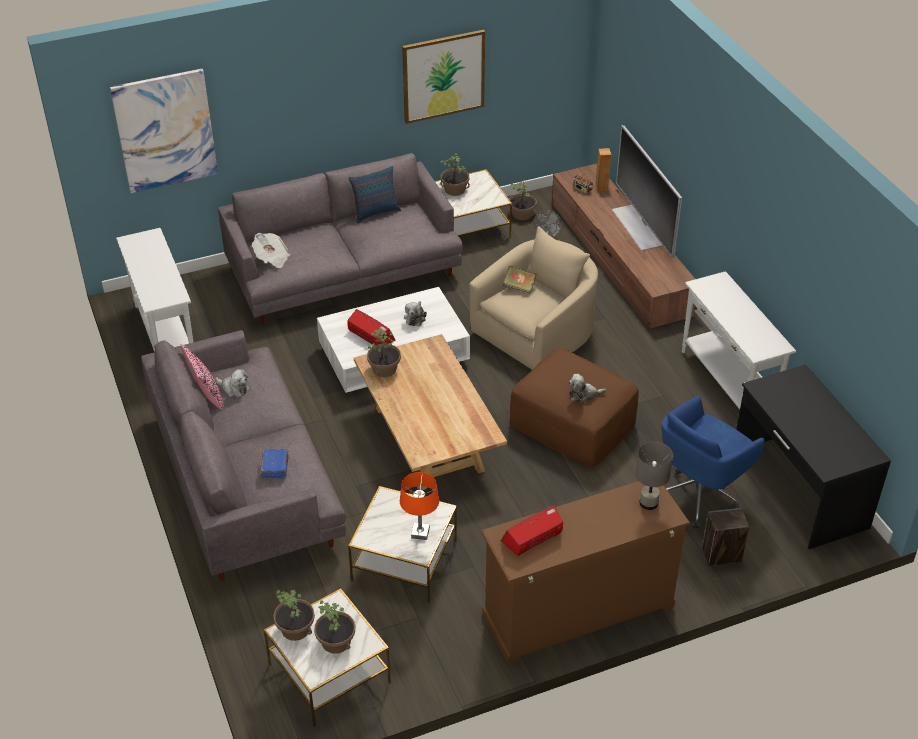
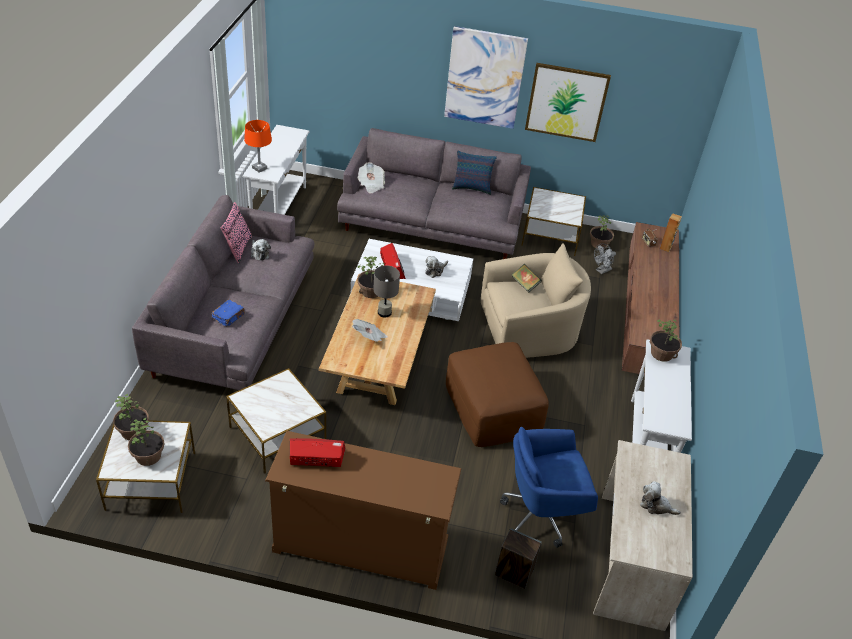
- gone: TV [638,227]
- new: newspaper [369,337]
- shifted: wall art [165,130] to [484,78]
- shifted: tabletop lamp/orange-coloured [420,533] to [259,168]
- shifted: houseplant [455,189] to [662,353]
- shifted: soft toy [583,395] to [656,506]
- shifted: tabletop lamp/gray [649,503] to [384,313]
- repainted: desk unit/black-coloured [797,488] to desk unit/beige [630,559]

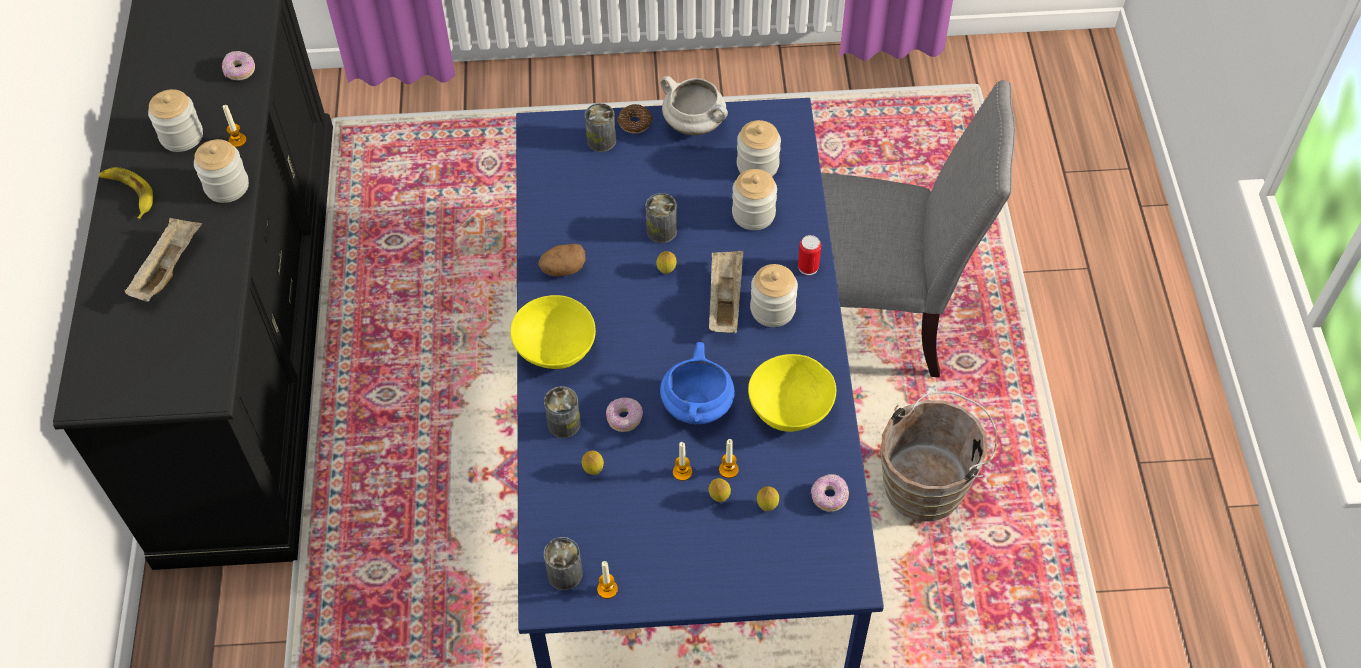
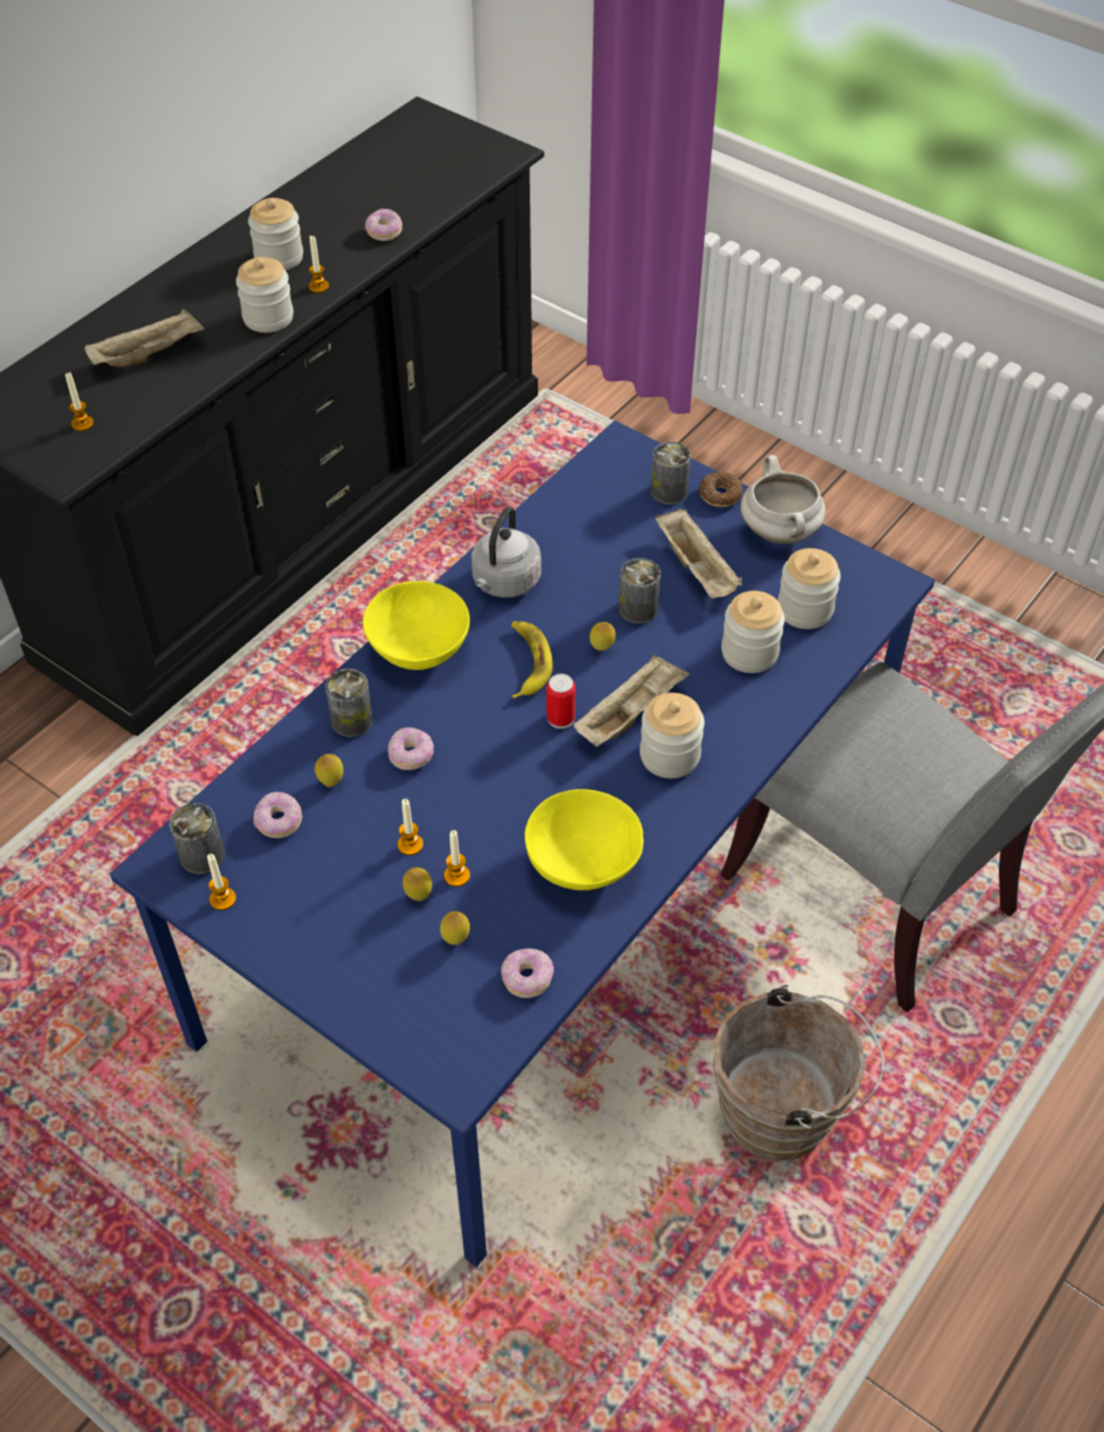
- gone: saucepot/bluish [698,407]
- new: wax light [82,423]
- new: doughnut [278,822]
- new: carrying tray/beige [697,569]
- shifted: banana fruit [129,193] to [527,662]
- shifted: can [808,267] to [560,718]
- swapped: spud [563,269] to kettle/gray [504,583]

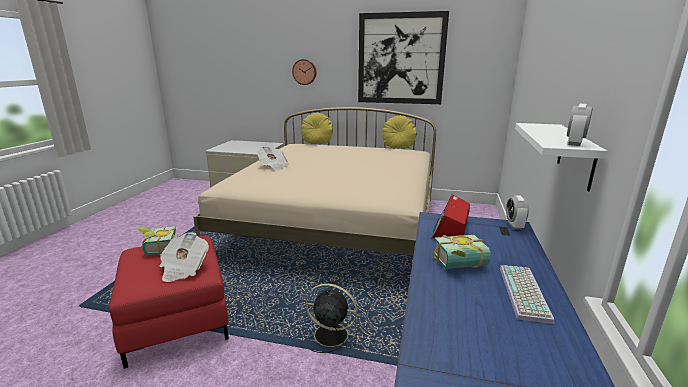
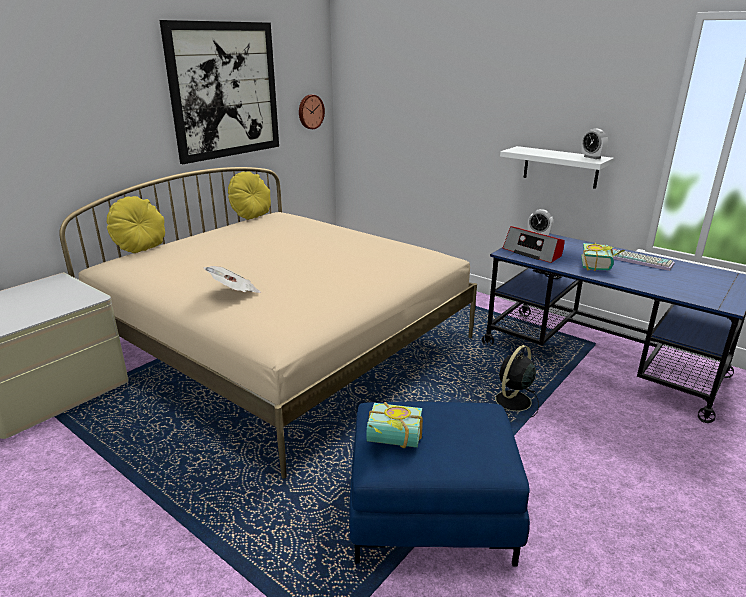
- gone: newspaper [184,268]
- shifted: hanging clock [304,72] to [310,111]
- repainted: ottoman/red-coloured [177,319] to ottoman/bluish [430,512]

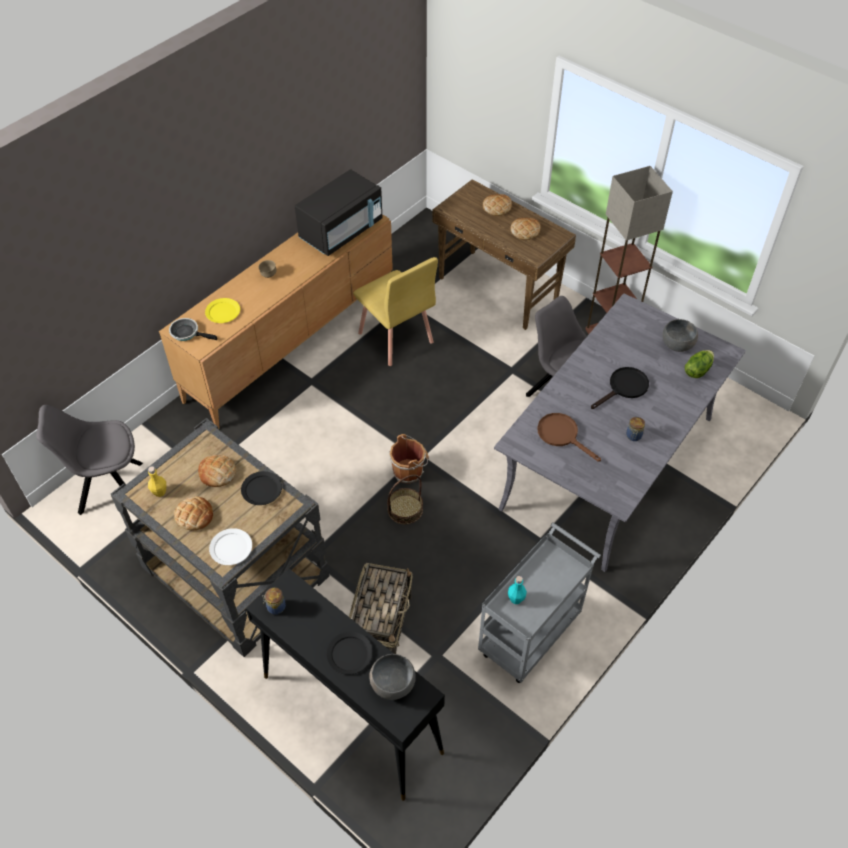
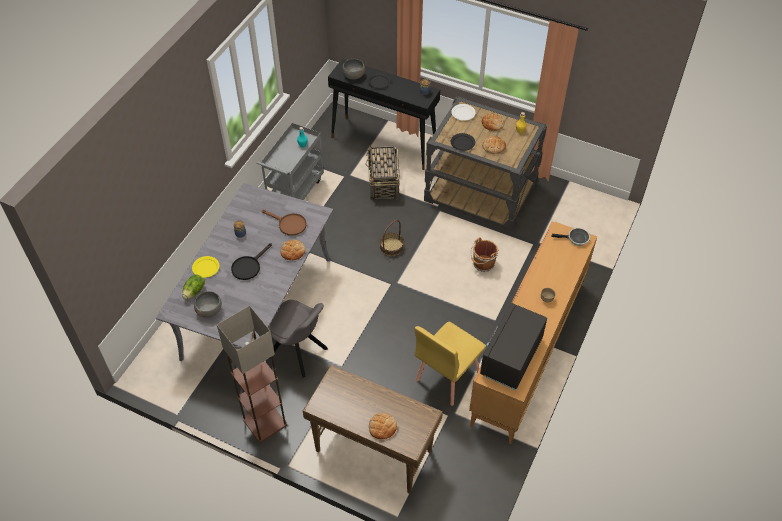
- gone: upright chair/gray [110,488]
- shifted: plate/yellow [223,312] to [205,267]
- shifted: water bucket/brown-coloured [409,471] to [483,264]
- shifted: baked bread [525,231] to [293,251]
- rotated: upright chair/yellow [395,338] = [447,377] 90 degrees counterclockwise

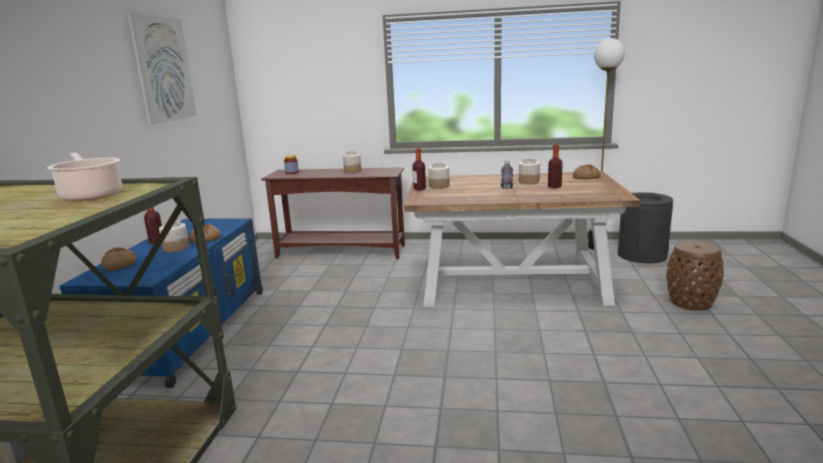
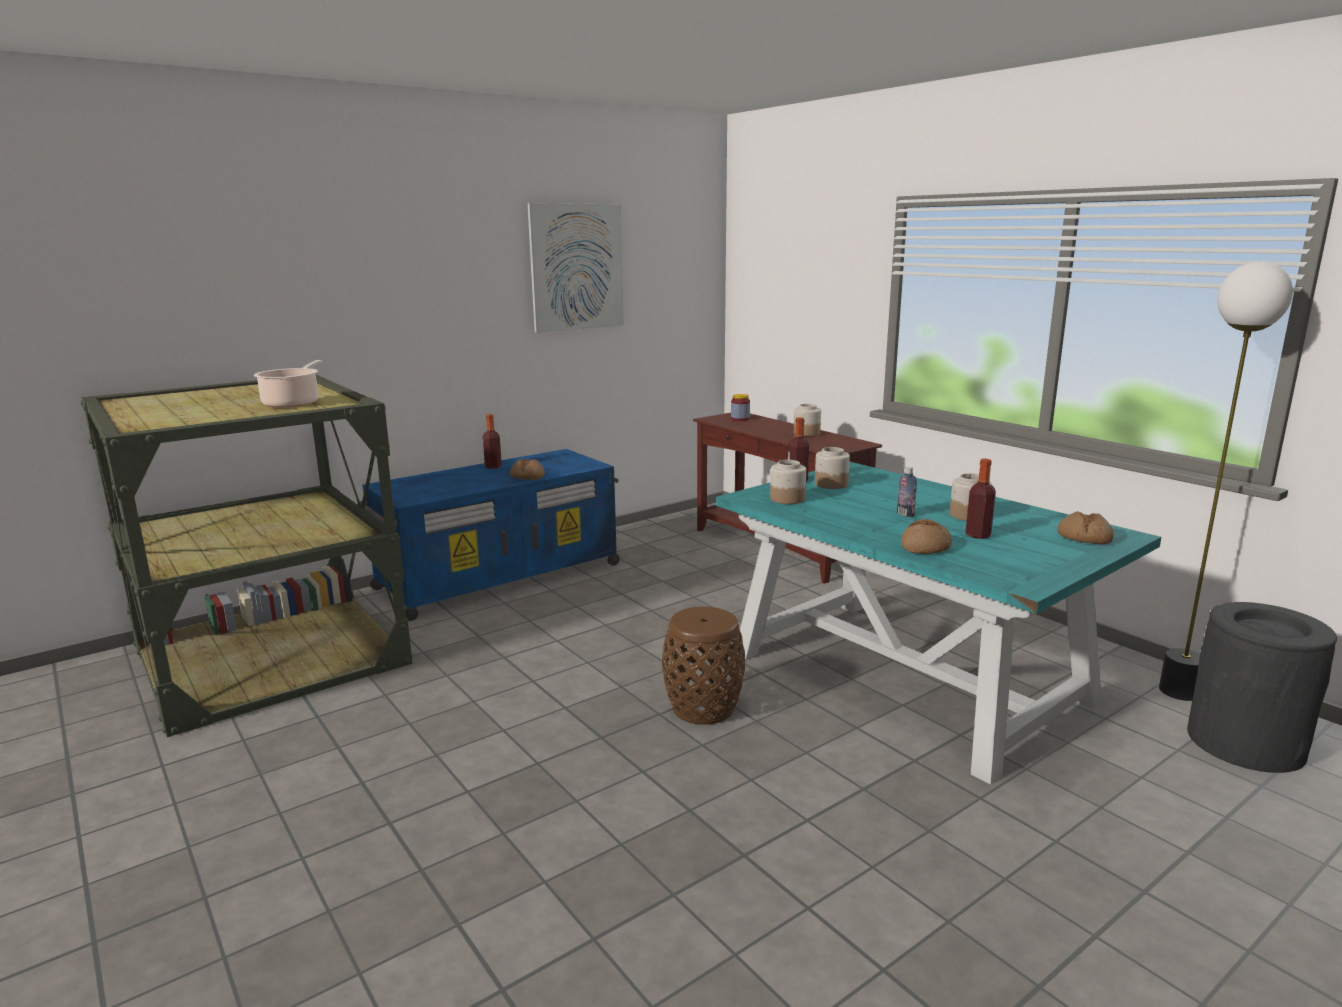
- shifted: baked bread [120,265] to [925,547]
- shifted: jar [175,248] to [787,499]
- shifted: sitting stool/brown-coloured [690,302] to [703,708]
- repainted: dinner table/brown-coloured [510,282] to dinner table/turquoise [905,676]

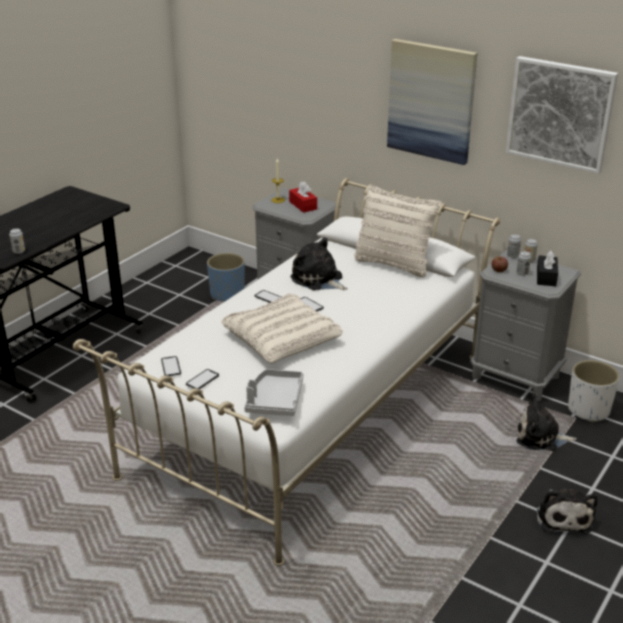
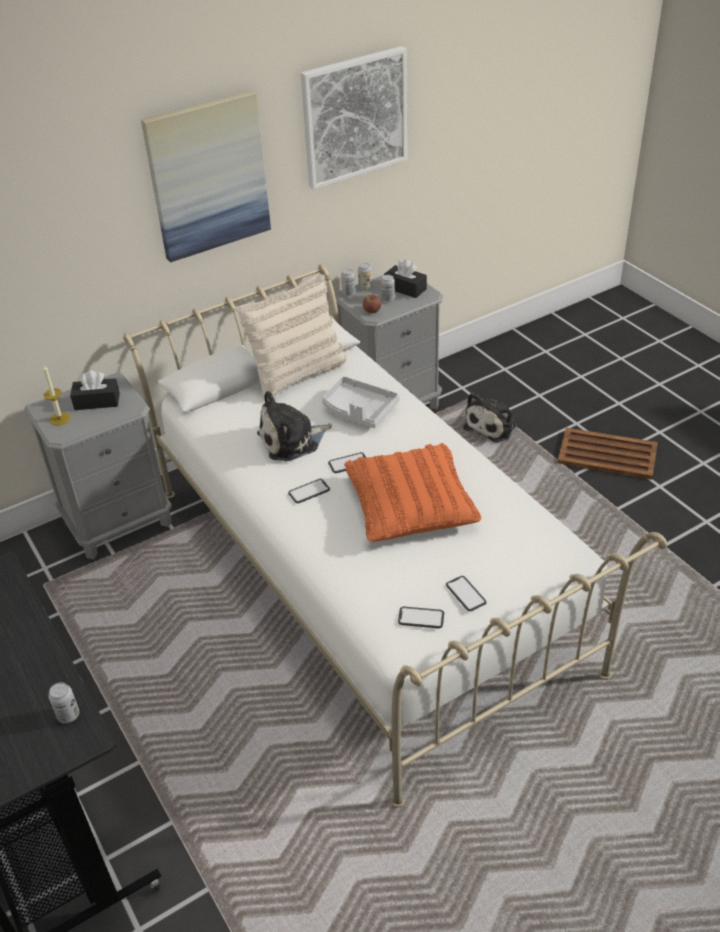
- gone: flower pot/bluish [227,294]
- gone: flower pot/white-coloured [589,410]
- shifted: carrying tray/gray [274,400] to [359,410]
- swapped: soft toy [563,516] to carrying tray/brown-coloured [606,454]
- repainted: pillow/beige [282,338] to pillow/orange-coloured [410,503]
- repainted: tissue box/red-coloured [303,205] to tissue box/black-coloured [97,401]

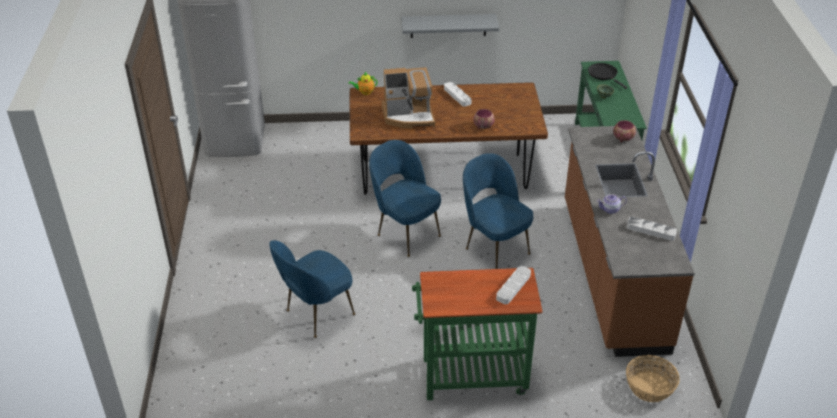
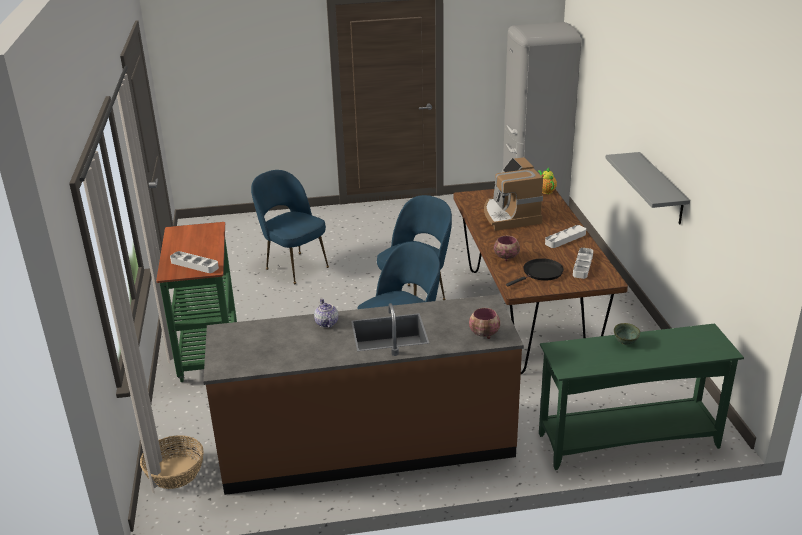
- shifted: frying pan/black-coloured [604,74] to [540,273]
- shifted: carrying tray/gray [651,230] to [582,265]

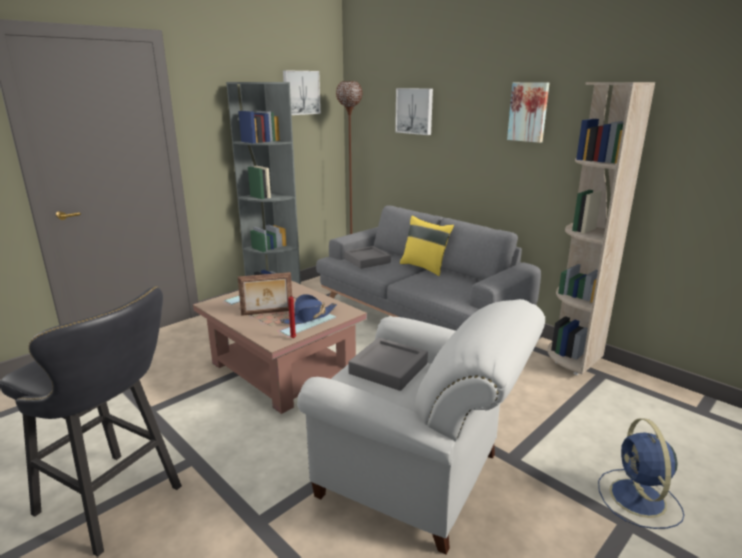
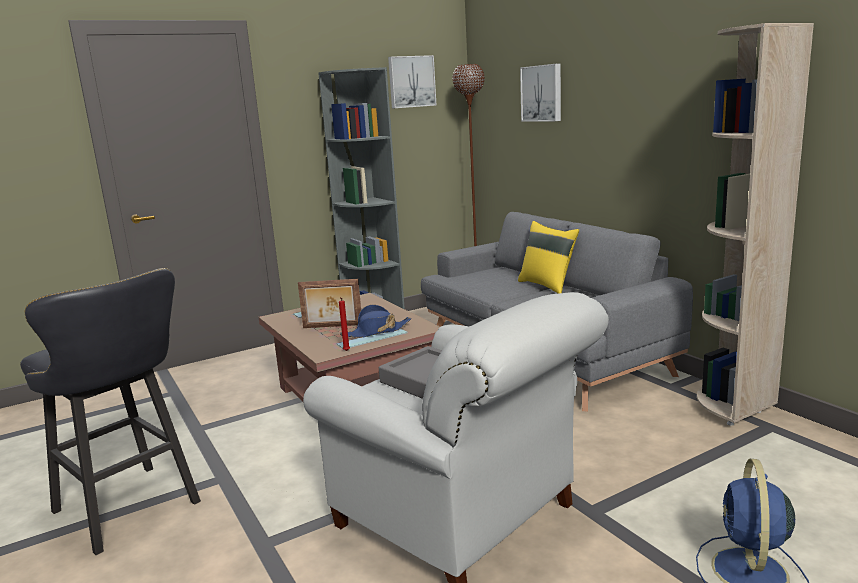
- gone: carrying tray/gray [367,261]
- gone: wall art [528,112]

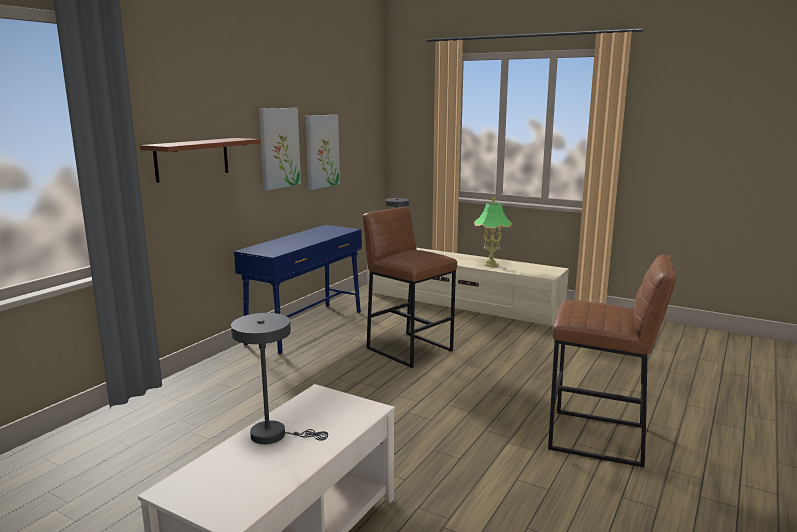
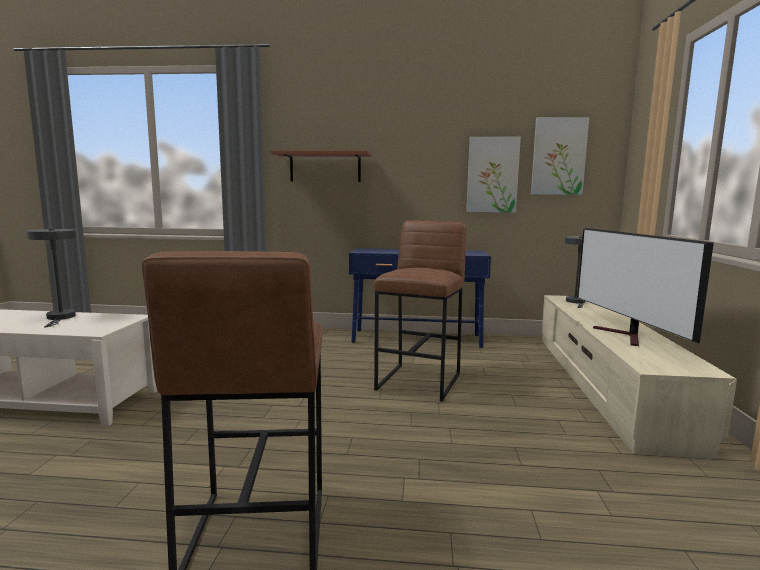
- shifted: wall art [279,148] to [558,156]
- swapped: tabletop lamp [491,264] to TV [626,336]

